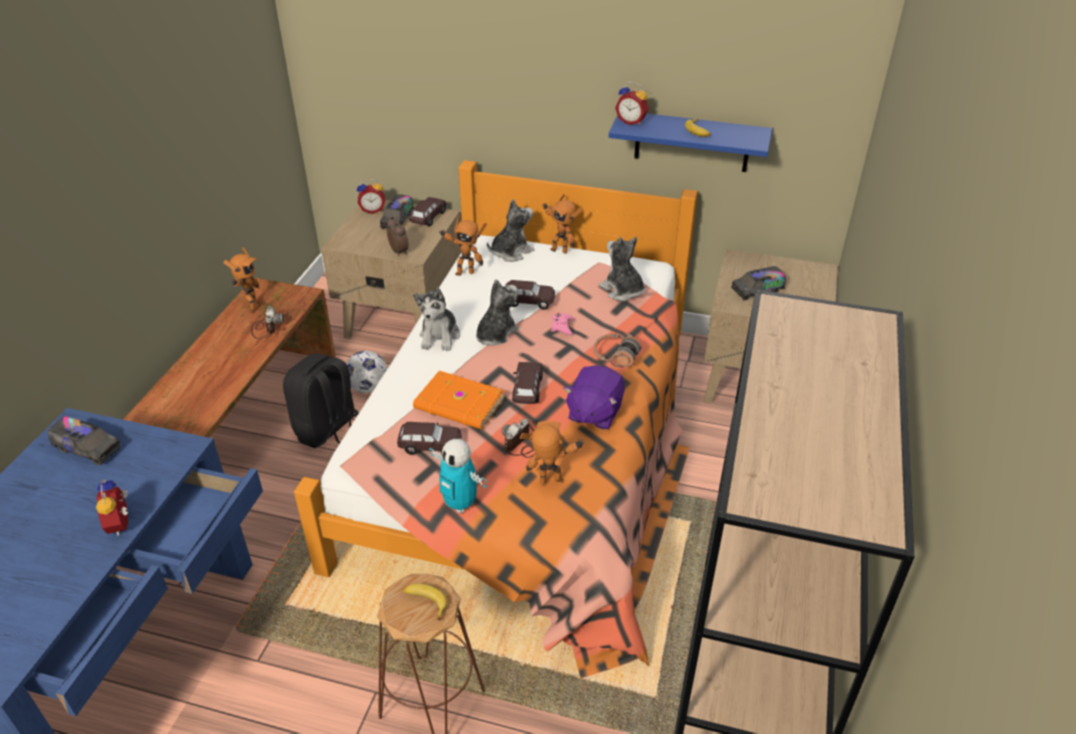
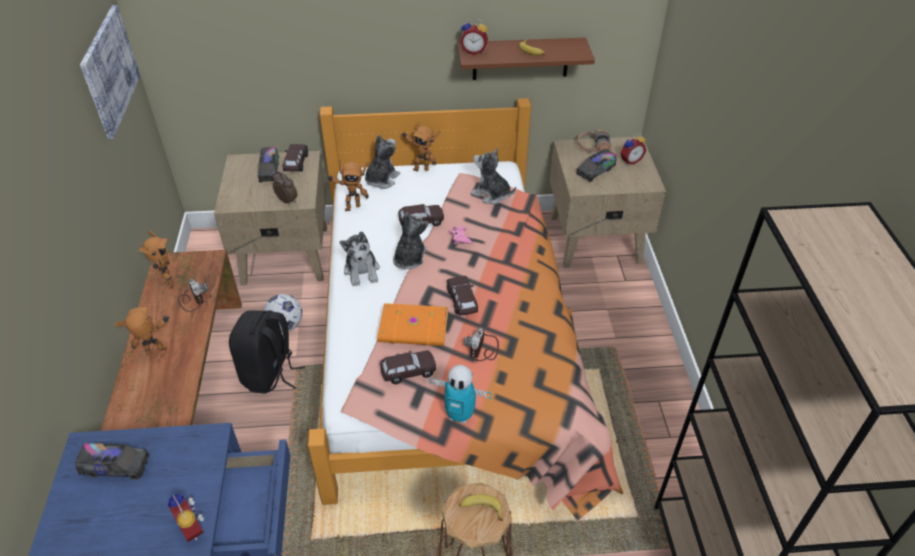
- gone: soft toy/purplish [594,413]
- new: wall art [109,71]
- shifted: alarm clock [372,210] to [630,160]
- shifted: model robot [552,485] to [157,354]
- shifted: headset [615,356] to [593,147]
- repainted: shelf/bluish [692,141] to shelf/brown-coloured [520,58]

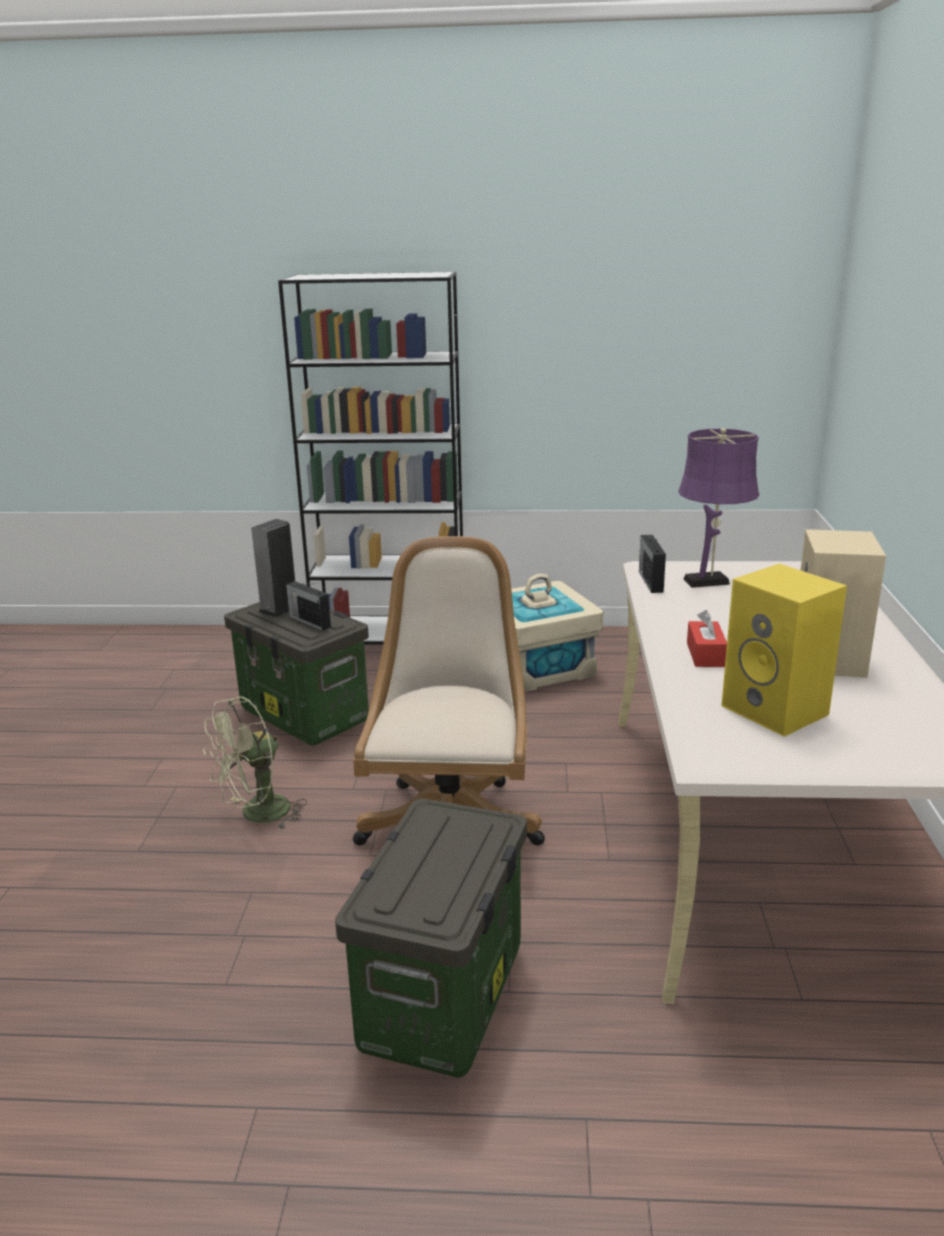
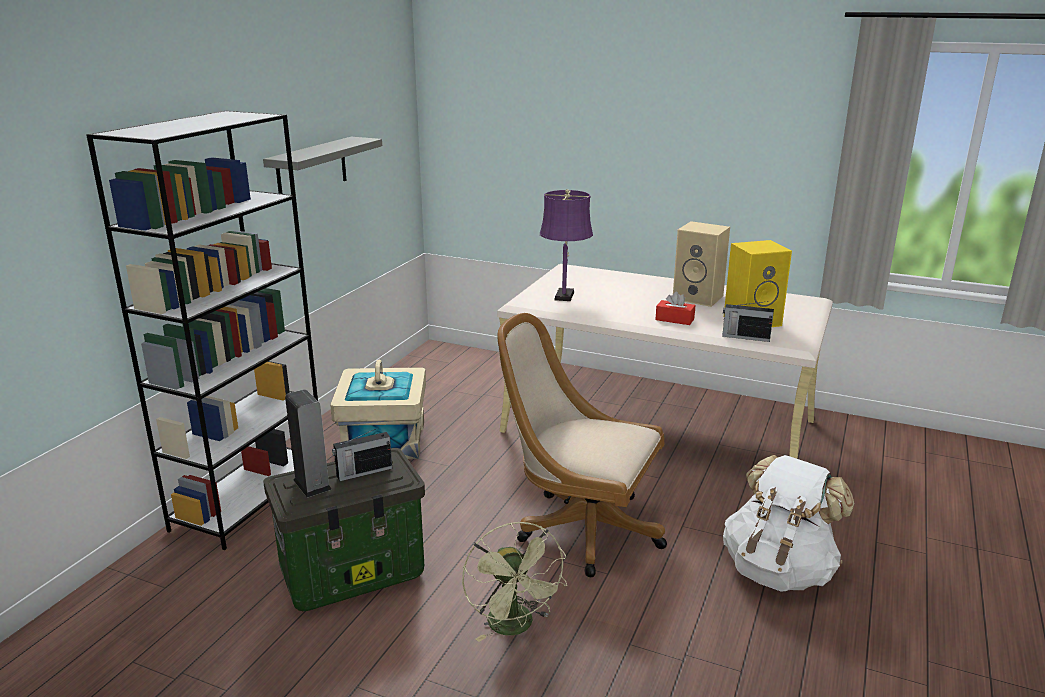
- new: shelf/gray [312,168]
- shifted: radio set [650,581] to [745,337]
- swapped: storage bin [444,1001] to backpack/white-coloured [778,570]

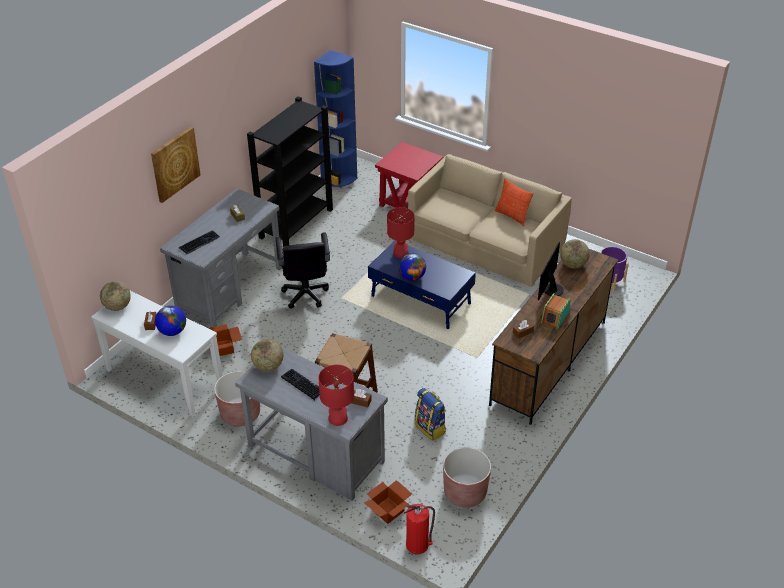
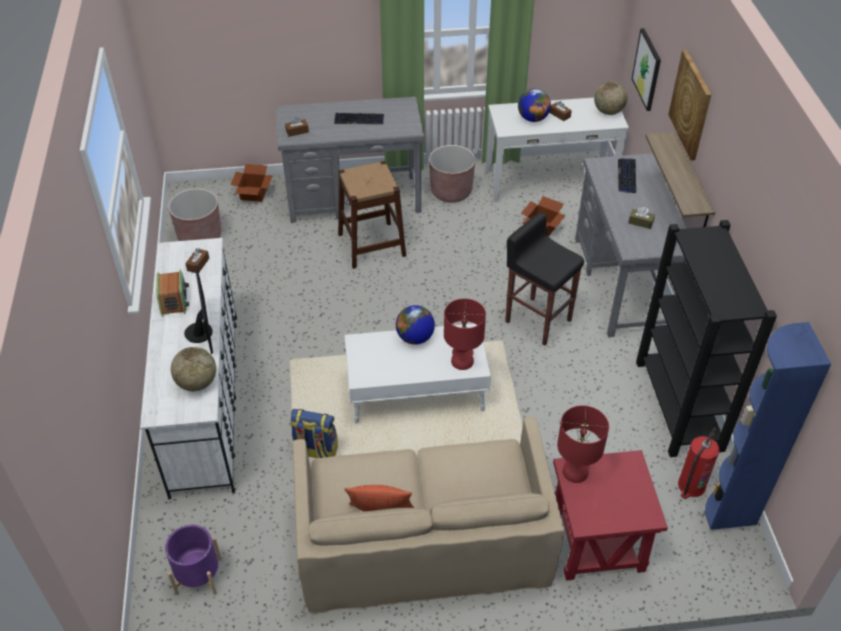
- gone: globe [268,366]
- new: wall art [647,69]
- new: shelf [691,182]
- shifted: tabletop lamp/red-coloured [338,418] to [575,472]
- shifted: fire extinguisher [418,545] to [691,486]
- shifted: backpack [430,428] to [315,451]
- swapped: computer chair/black-coloured [306,297] to sitting stool/black-coloured [537,320]
- repainted: coffee table/bluish [421,300] to coffee table/white-coloured [415,392]
- repainted: drawer chest/brown-coloured [549,363] to drawer chest/white-coloured [204,400]

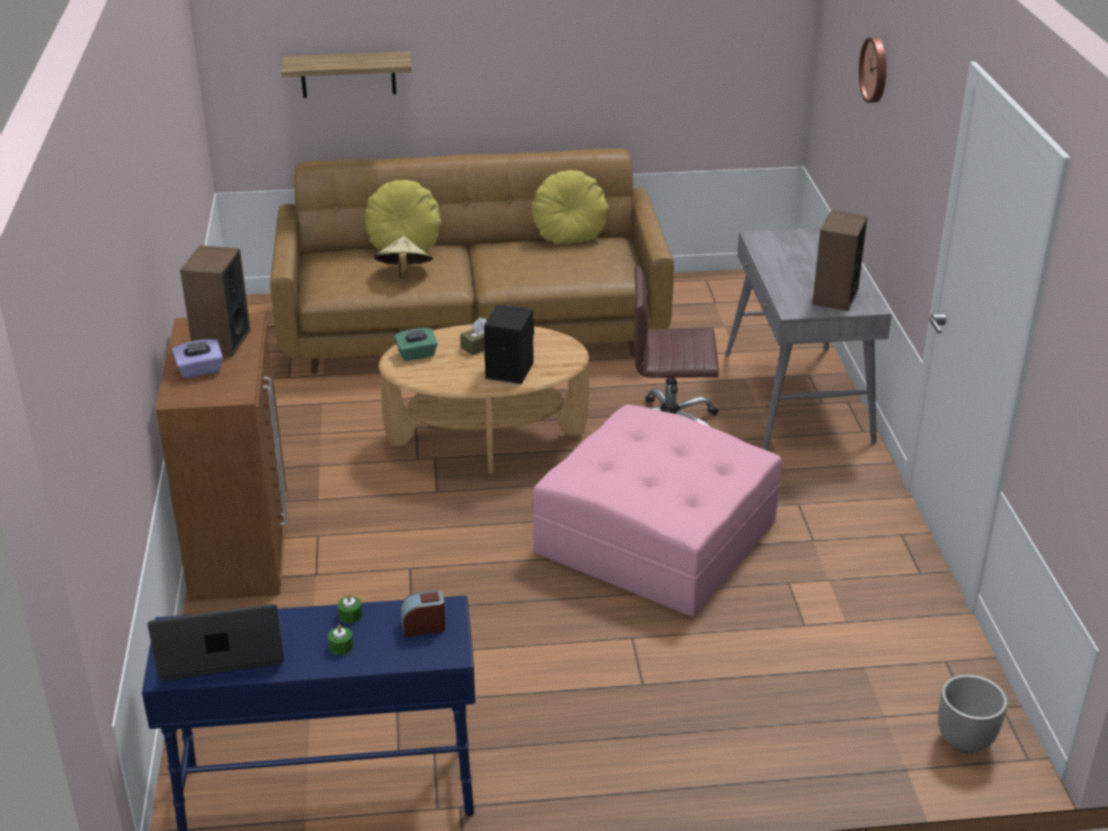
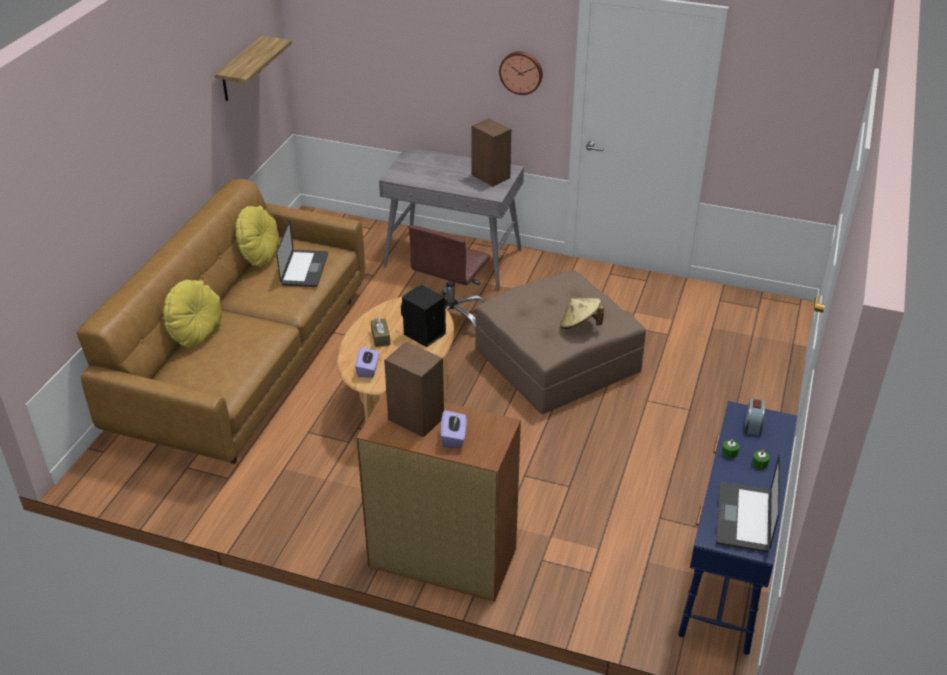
- gone: flower pot [964,741]
- new: notebook computer [304,269]
- shifted: shelf [348,74] to [241,70]
- shifted: wearable hat/beige [403,274] to [579,325]
- shifted: hanging clock [876,70] to [521,72]
- repainted: tissue box/greenish [417,354] to tissue box/purplish [368,369]
- repainted: ottoman/pink [655,537] to ottoman/brown-coloured [557,360]

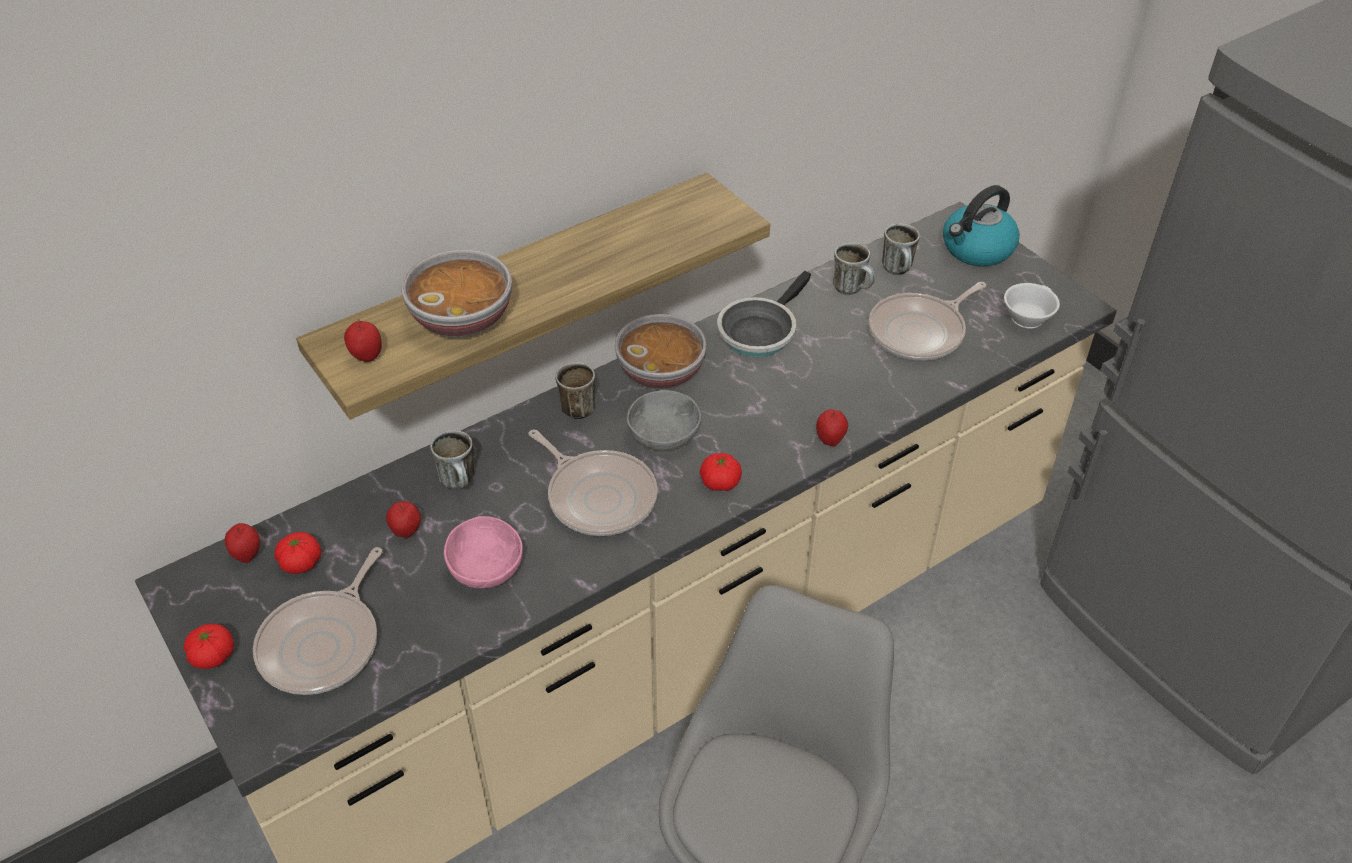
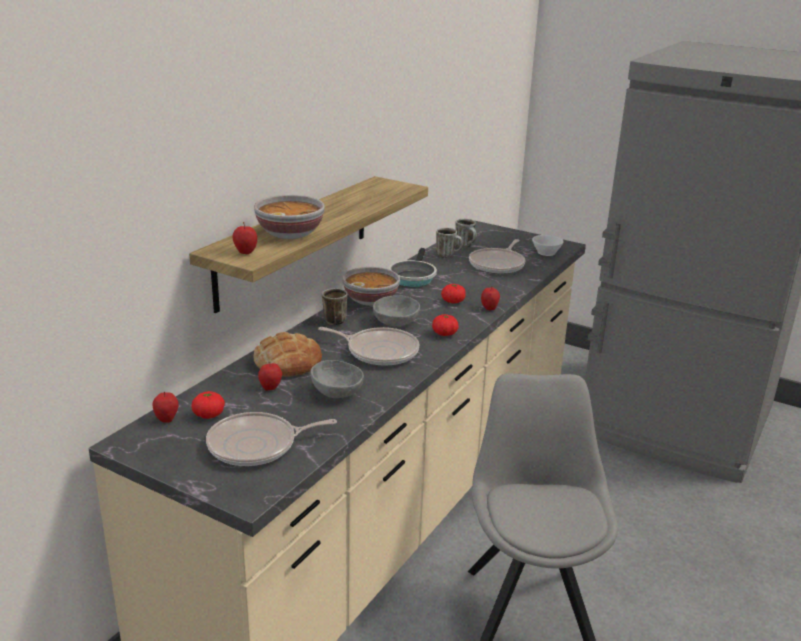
- gone: kettle [977,249]
- shifted: fresh tomato [213,656] to [453,301]
- swapped: coffee mug [461,483] to baked bread [287,362]
- repainted: serving bowl/pink [488,568] to serving bowl/gray [337,392]
- rotated: frying pan [324,643] = [257,445] 75 degrees clockwise

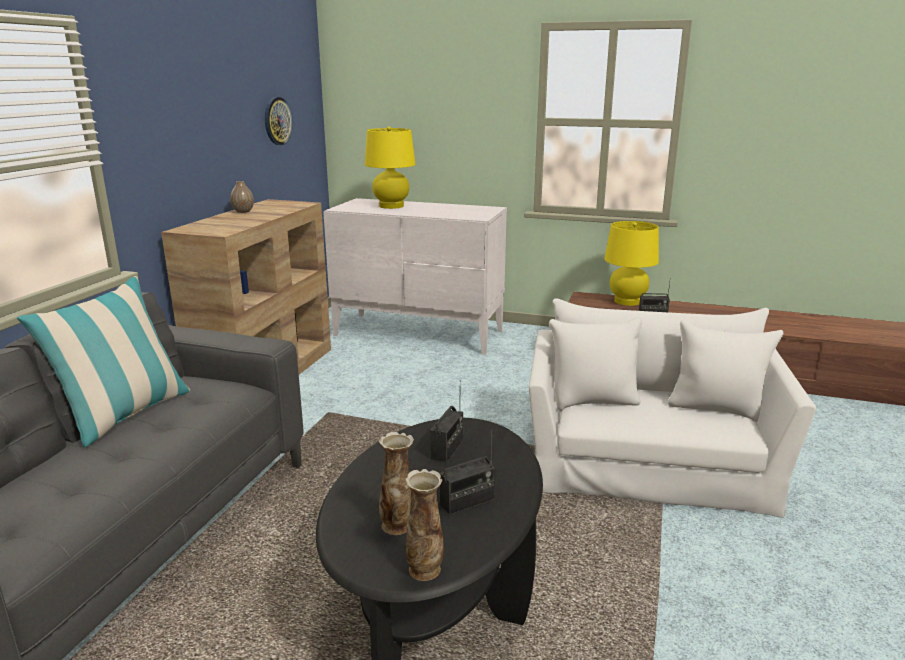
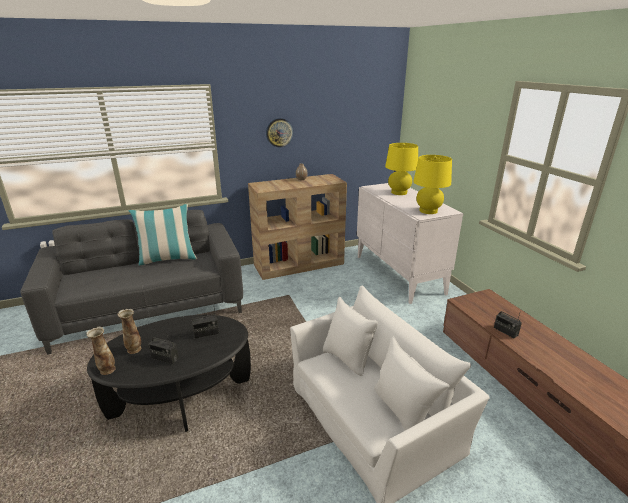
- shifted: hanging clock [277,121] to [279,132]
- shifted: tabletop lamp/yellow [627,301] to [428,211]

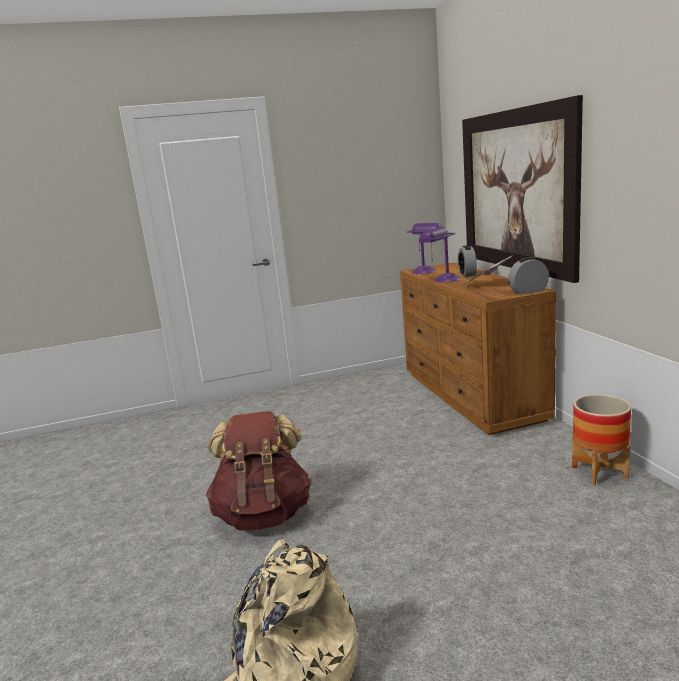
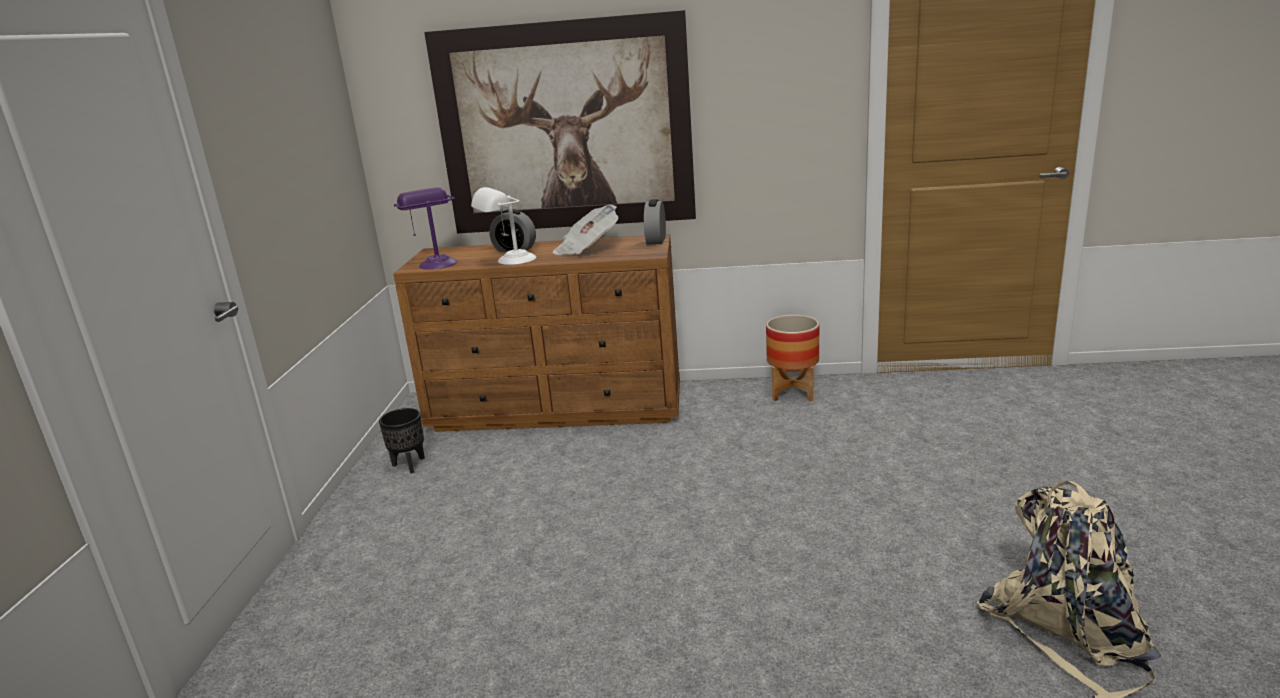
- gone: backpack/brown-coloured [264,514]
- new: flower pot/black-coloured [409,465]
- repainted: tabletop lamp/purplish [442,279] to tabletop lamp/white-coloured [509,261]

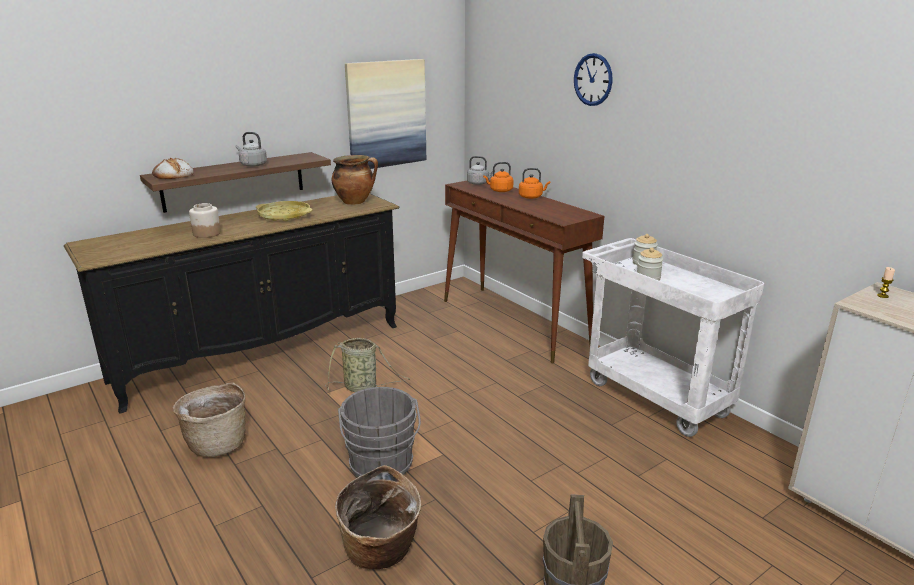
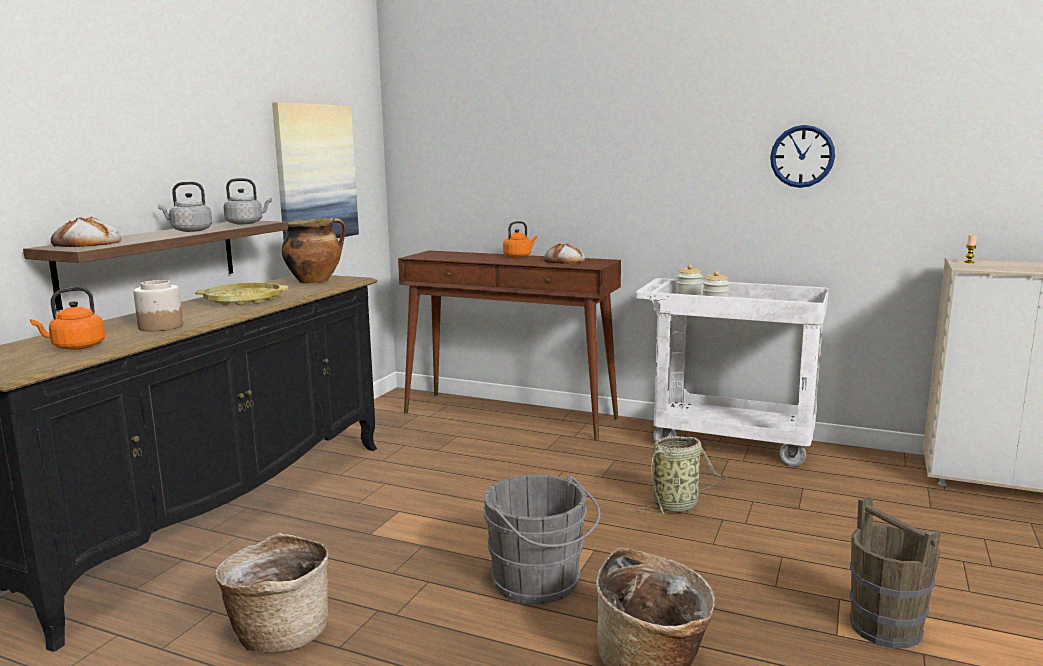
- new: baked bread [564,261]
- shifted: storage basket [363,387] to [678,505]
- shifted: kettle/gray [479,183] to [246,223]
- shifted: kettle/orange-coloured [499,190] to [76,347]
- shifted: hanging clock [593,79] to [802,156]

